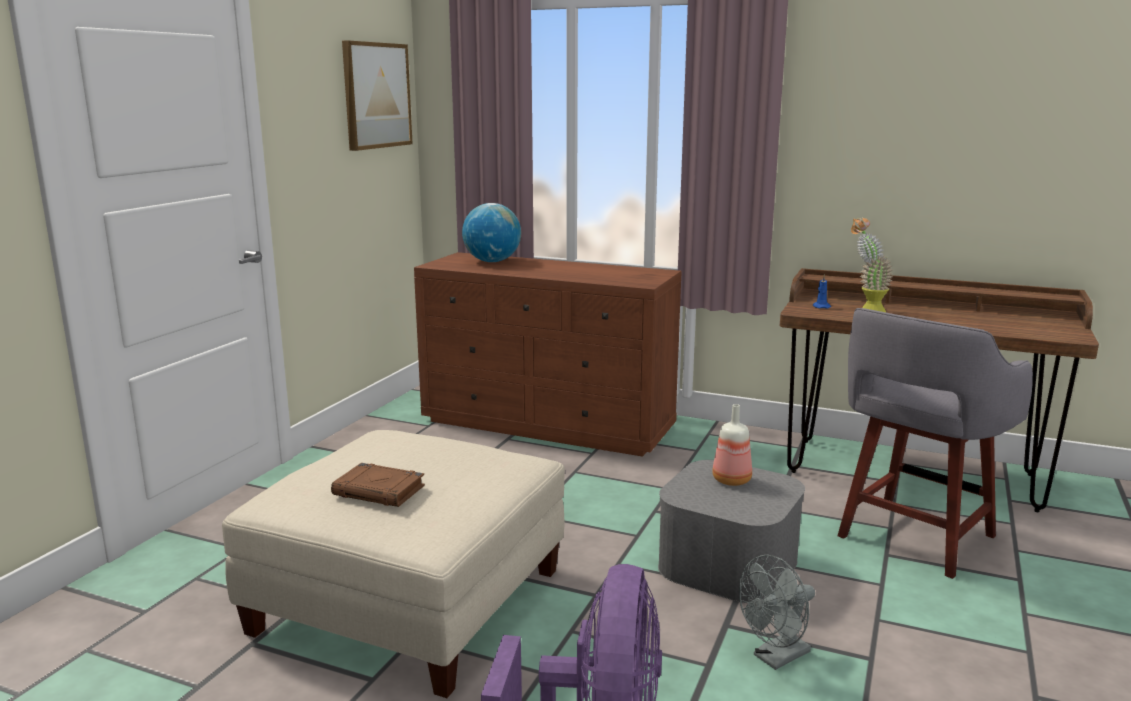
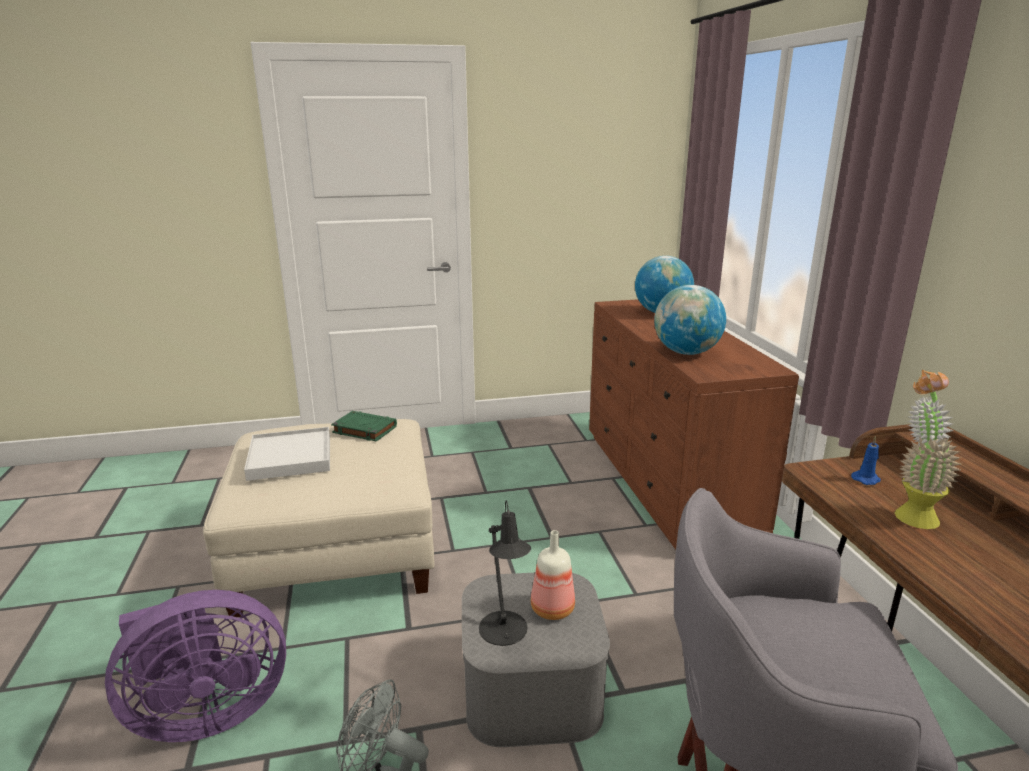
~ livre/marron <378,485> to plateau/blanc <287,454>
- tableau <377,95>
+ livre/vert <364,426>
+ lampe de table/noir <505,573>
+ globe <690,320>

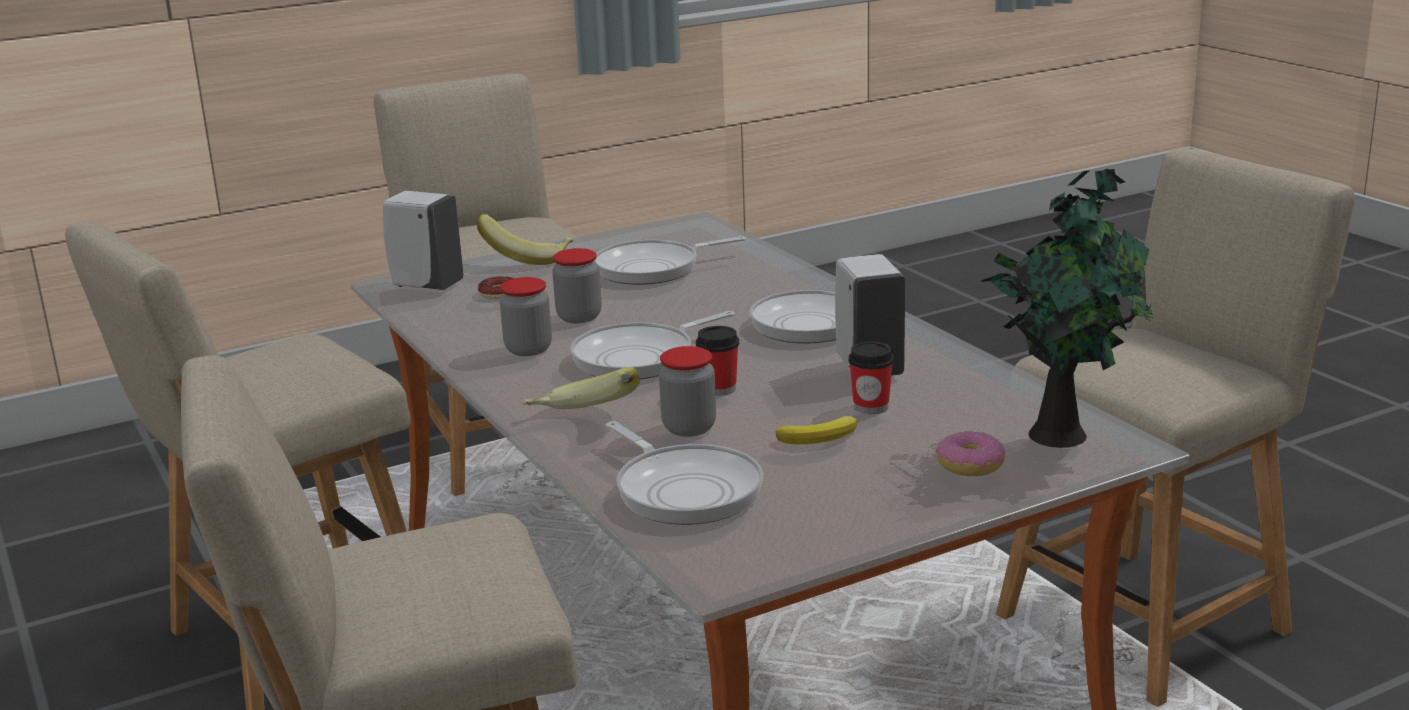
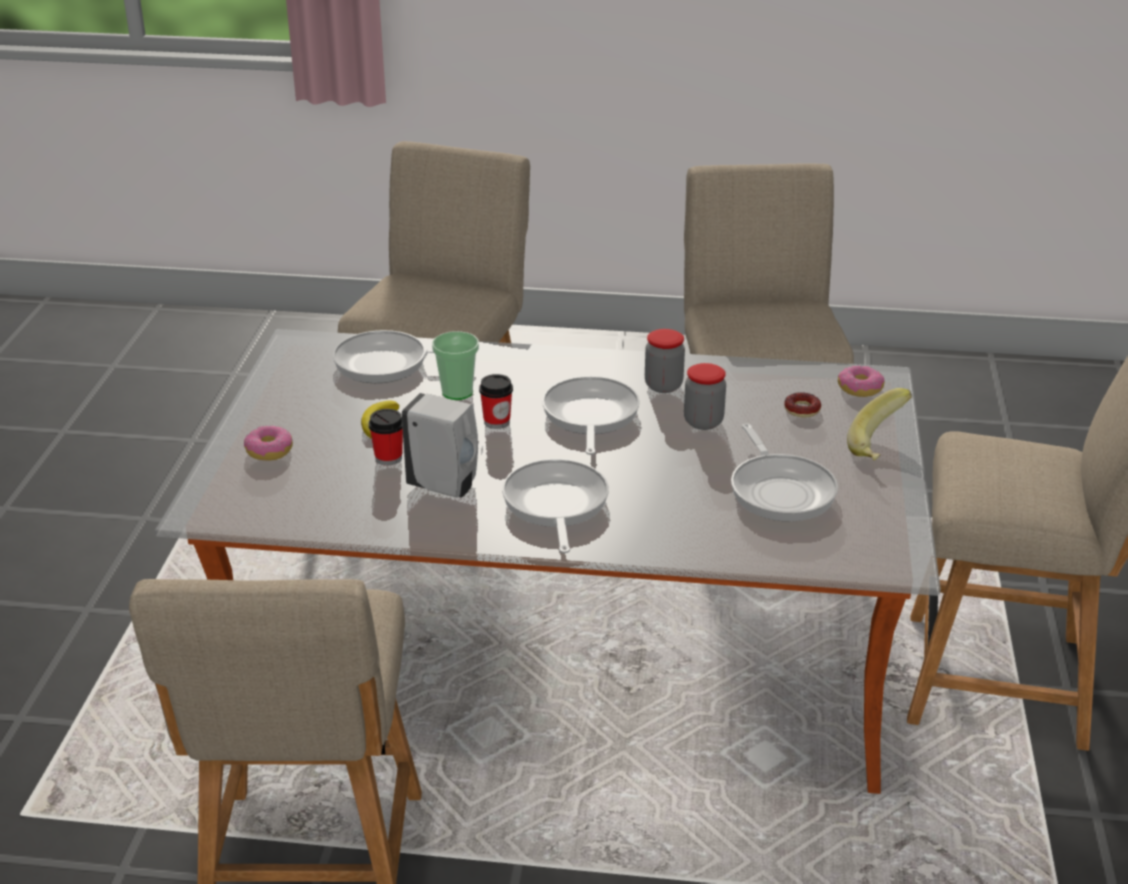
~ distributeur de savon/blanc <423,240> to beignet <861,381>
- banane <581,388>
~ poêle <670,260> = <784,472> 150 degrees clockwise
~ bocal <687,391> to tasse <455,365>
- plante en pot <1067,308>

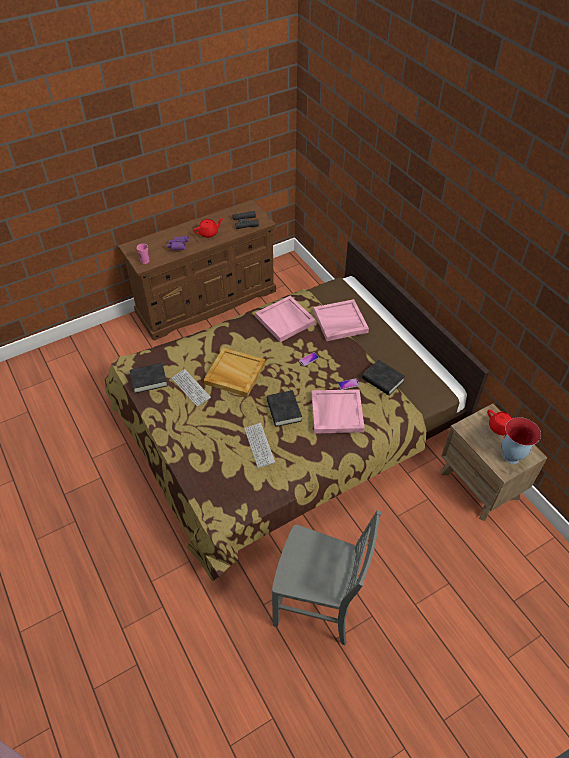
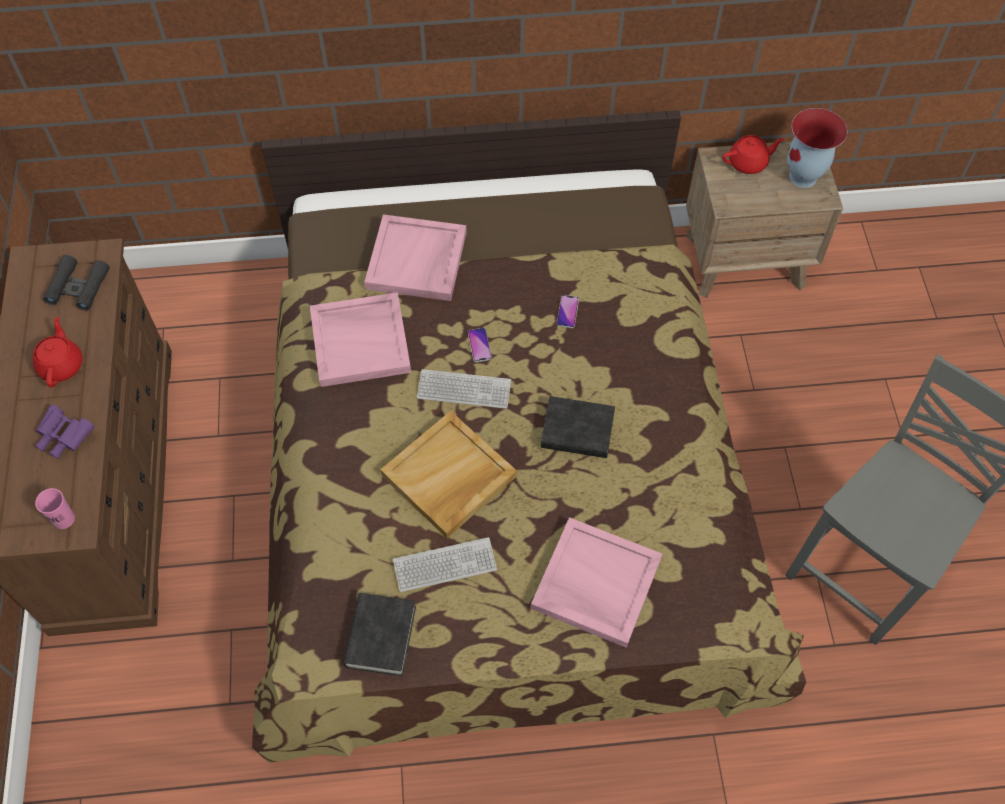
~ clavier <259,445> to <464,389>
~ plateau/rose <338,411> to <596,582>
- livre/noir <383,378>

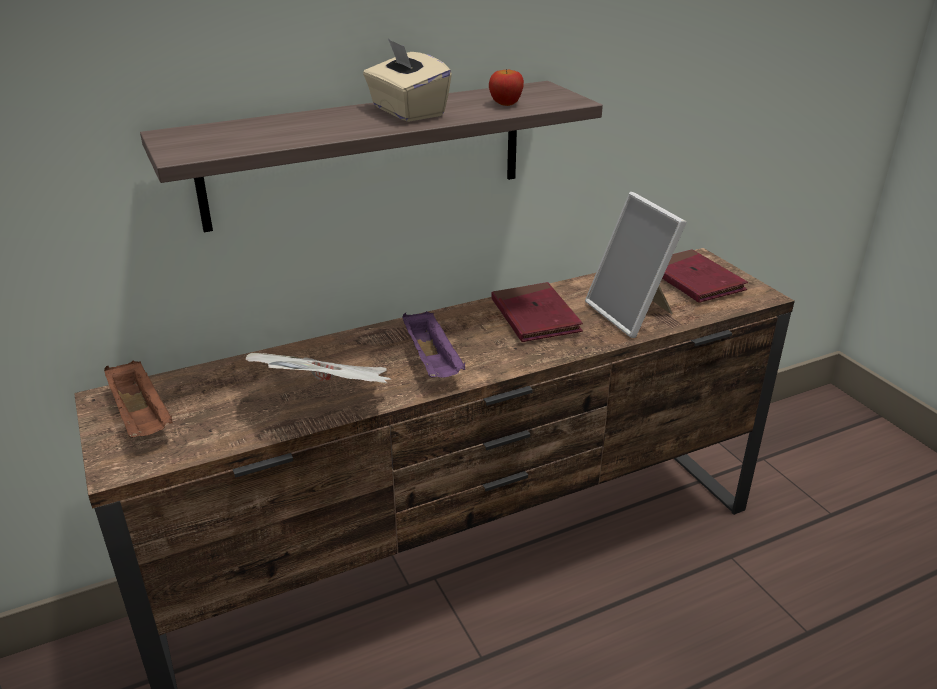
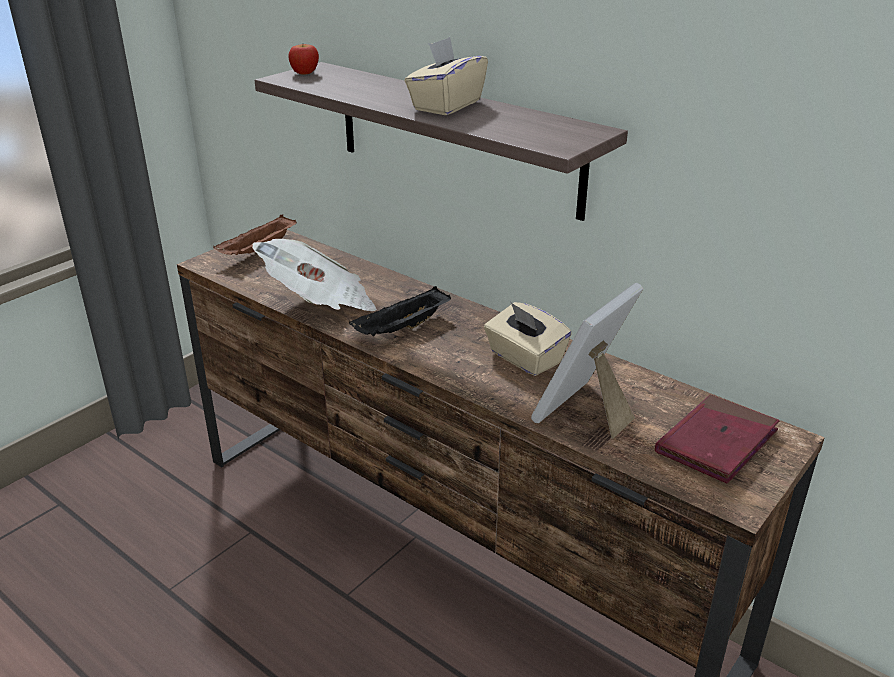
~ plateau/violet <433,344> to plateau/noir <400,311>
~ pomme <506,87> to <303,59>
~ livre/rouge <537,312> to boîte à mouchoirs/beige <528,339>

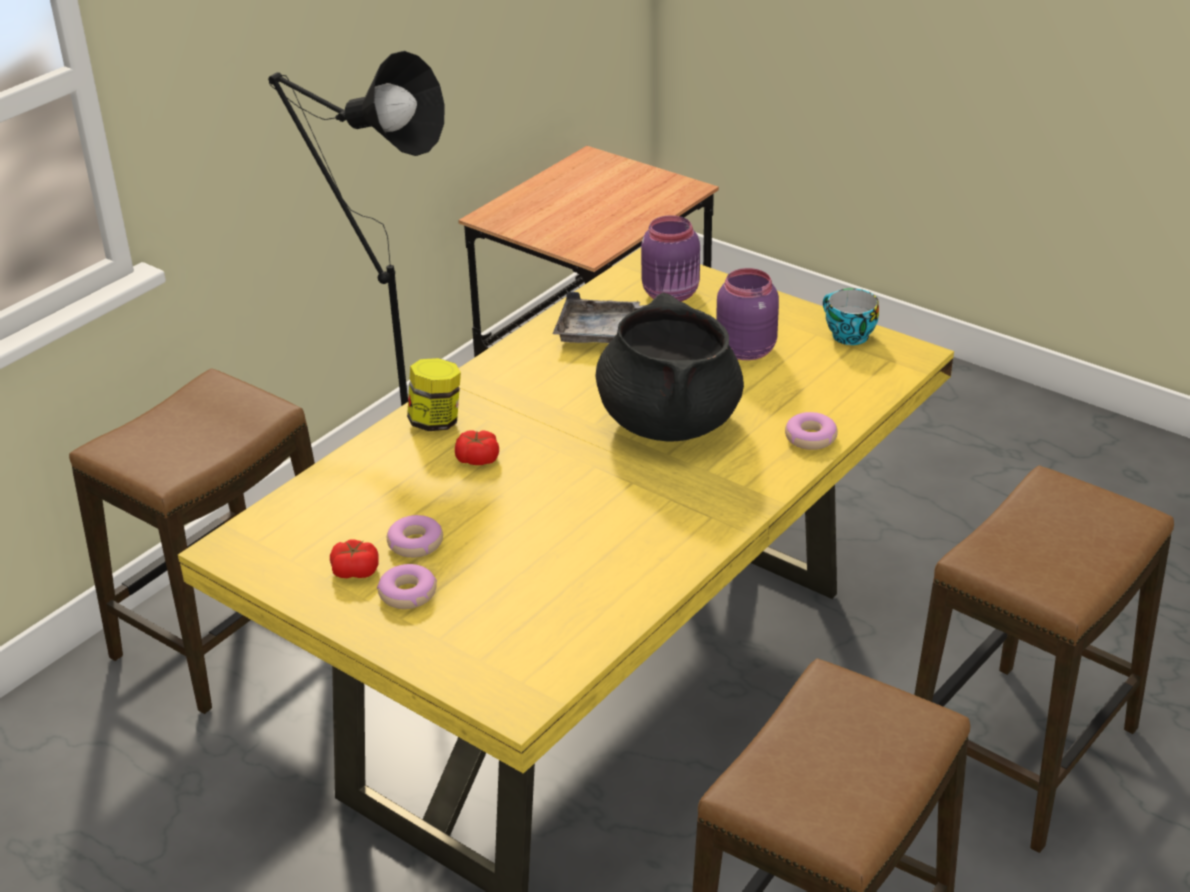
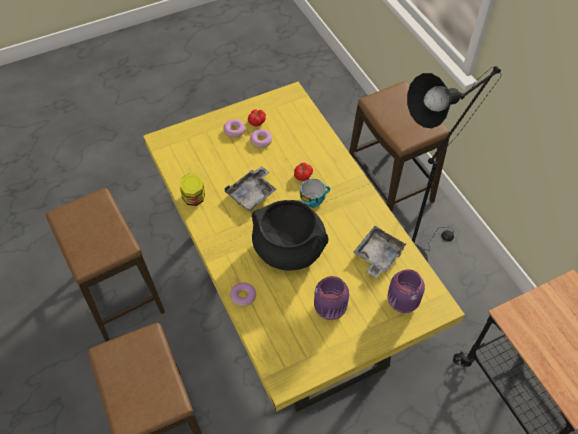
~ bocal <434,394> to <192,190>
~ tasse <851,316> to <315,193>
+ plateau/gris <250,189>

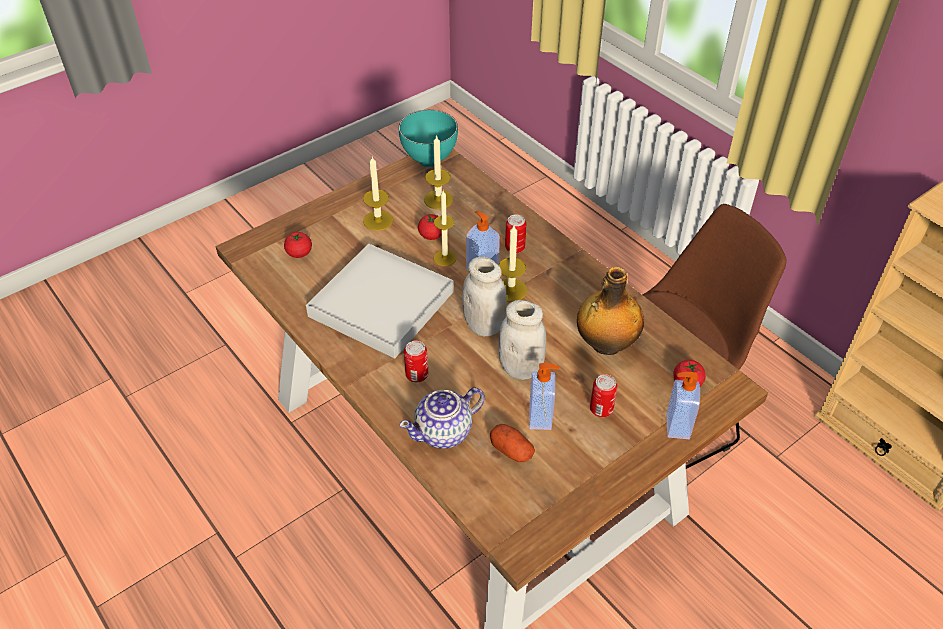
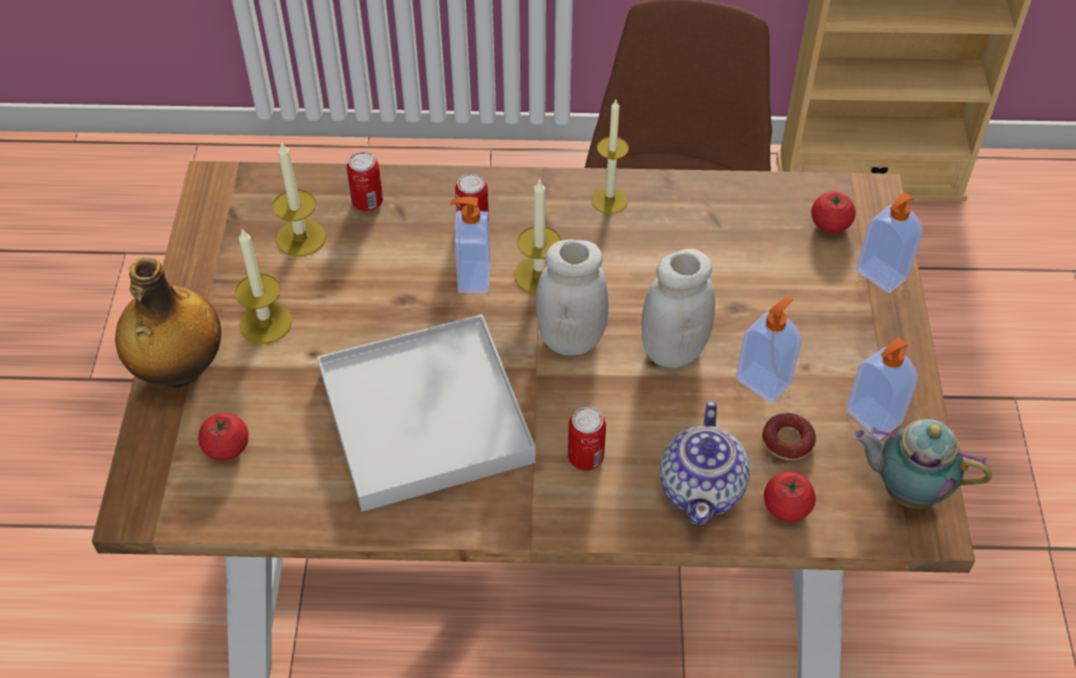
- bol/turquoise <428,138>
~ tomate <429,227> to <790,497>
~ bougie <445,228> to <610,157>
~ pomme de terre <512,443> to beignet <789,436>
~ bouteille <610,311> to <168,322>
~ boîte métallique <604,395> to <365,181>
+ distributeur de savon <882,388>
+ théière <922,464>

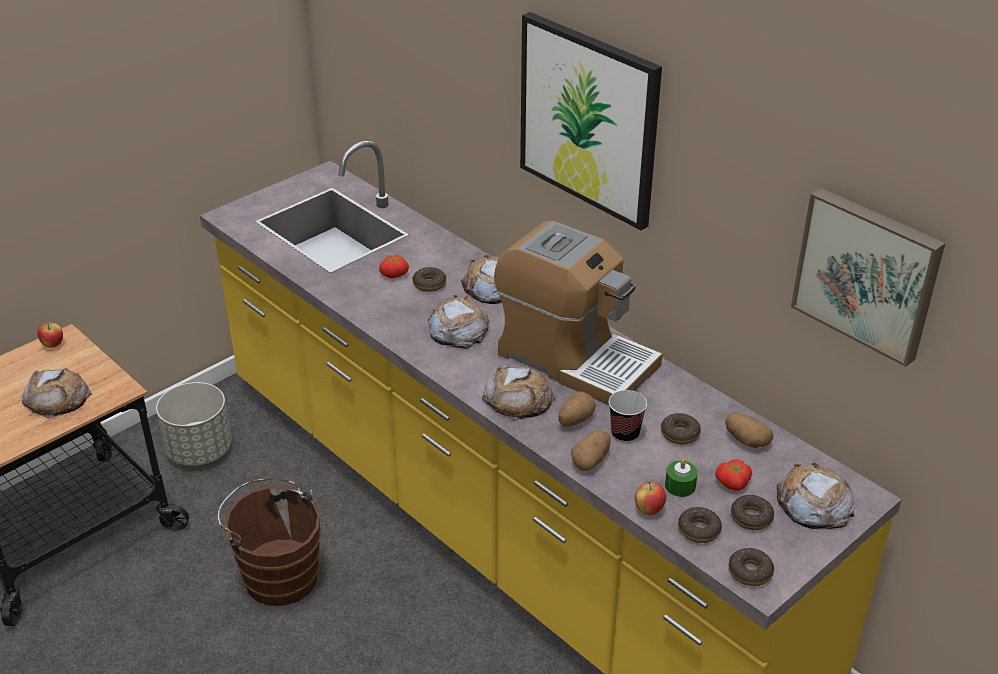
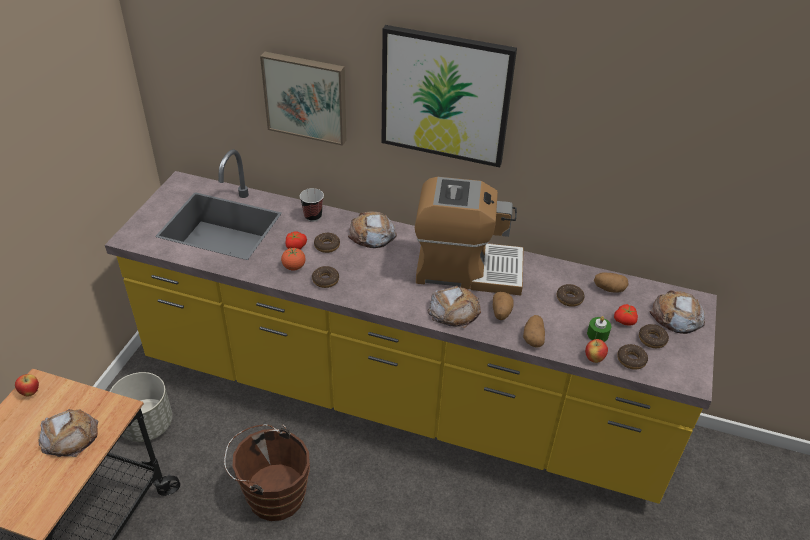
- pain <458,322>
~ tasse <628,416> to <312,205>
~ beignet <751,567> to <325,277>
~ tableau <868,277> to <303,99>
+ tomate <293,259>

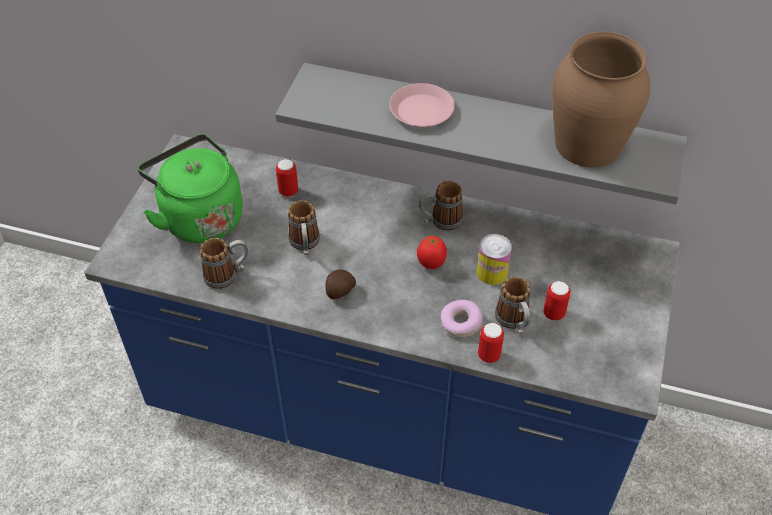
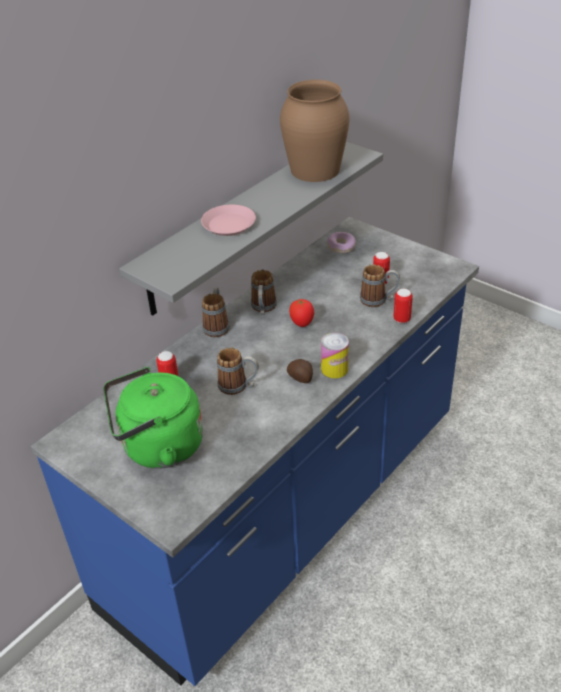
~ mug <224,263> to <215,312>
~ beignet <462,318> to <341,242>
~ boîte métallique <494,259> to <335,356>

